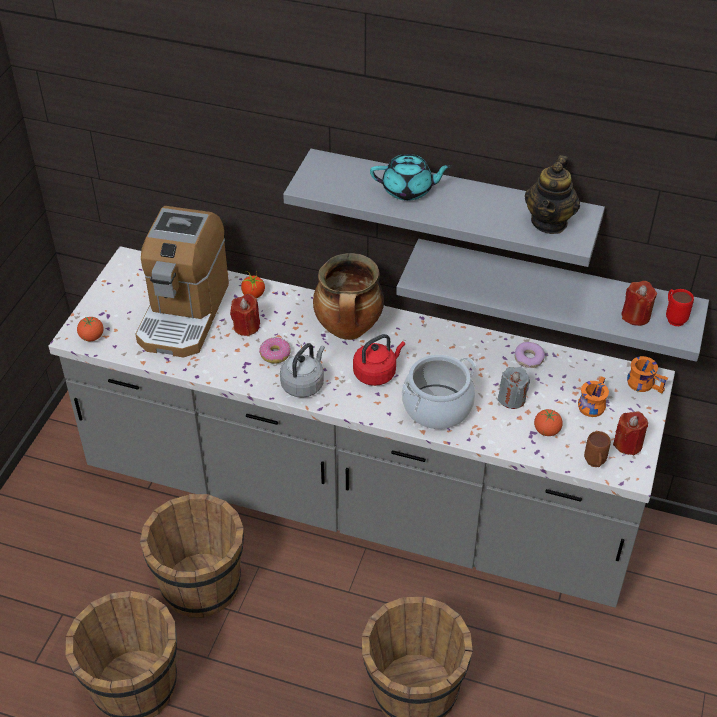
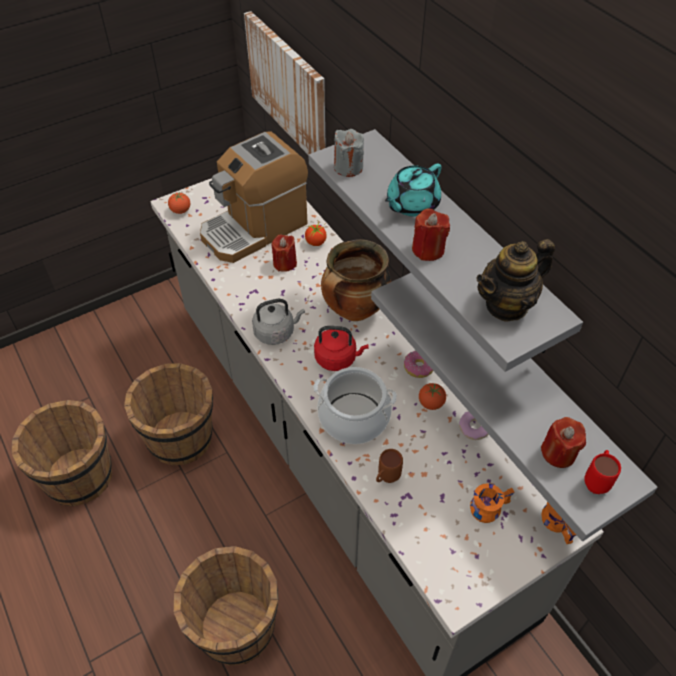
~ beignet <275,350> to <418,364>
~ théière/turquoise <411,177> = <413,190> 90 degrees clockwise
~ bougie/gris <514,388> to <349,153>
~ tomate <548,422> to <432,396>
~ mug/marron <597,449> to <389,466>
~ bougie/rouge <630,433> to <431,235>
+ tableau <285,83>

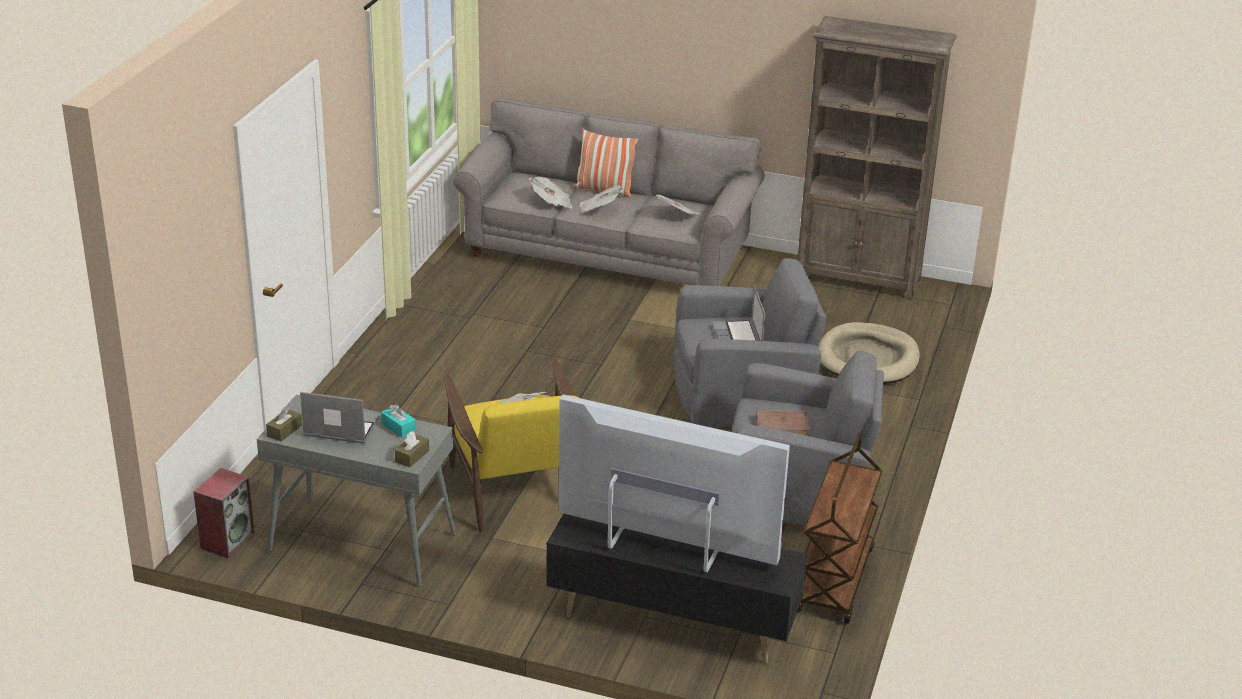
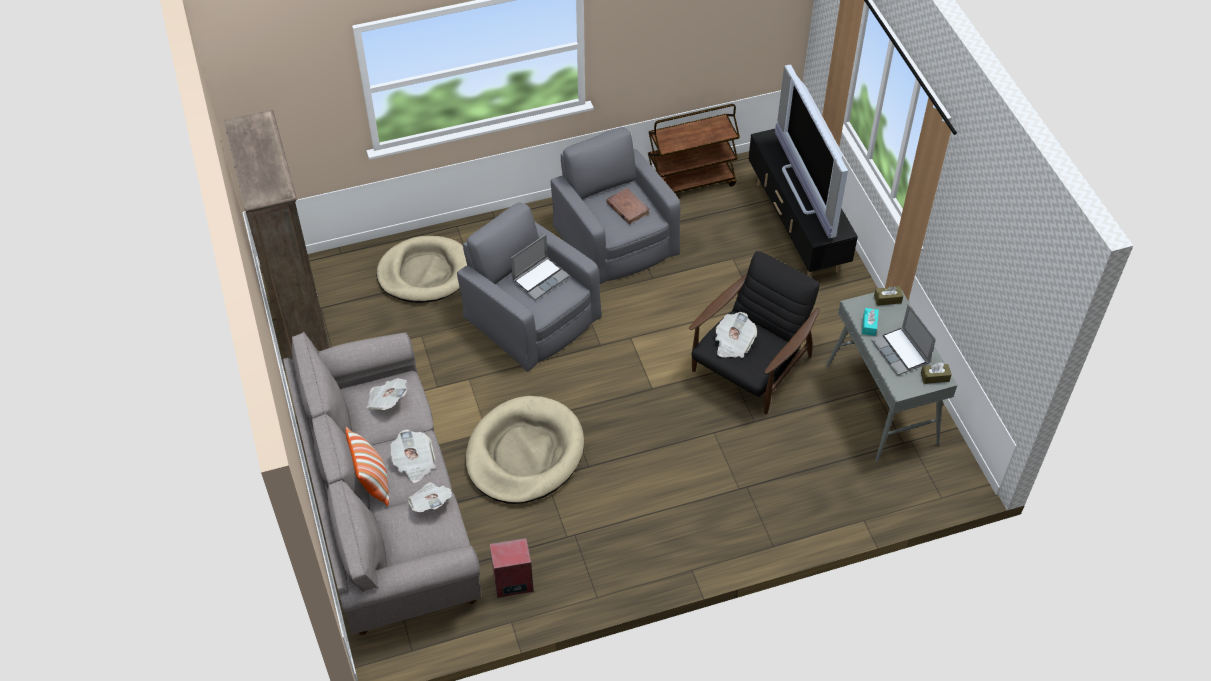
~ enceinte <224,513> to <512,568>
~ fauteuil/jaune <511,445> to fauteuil/noir <754,332>
+ panier pour chien/beige <524,450>

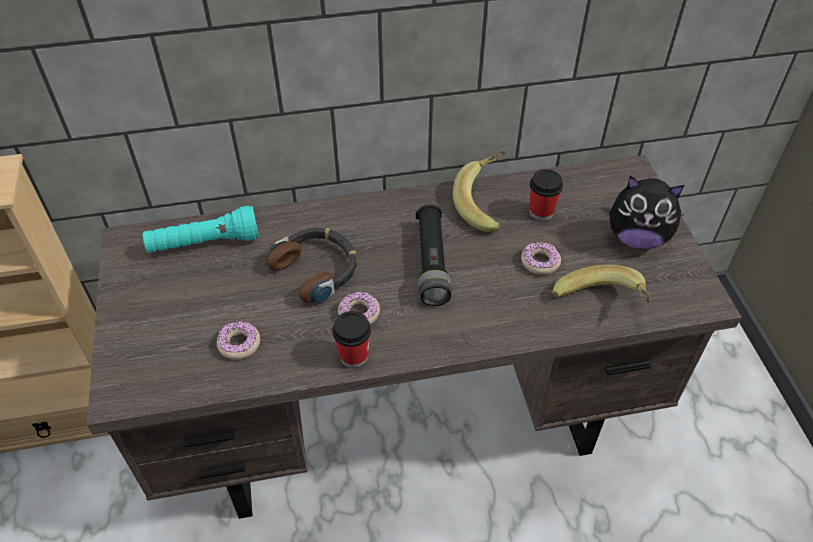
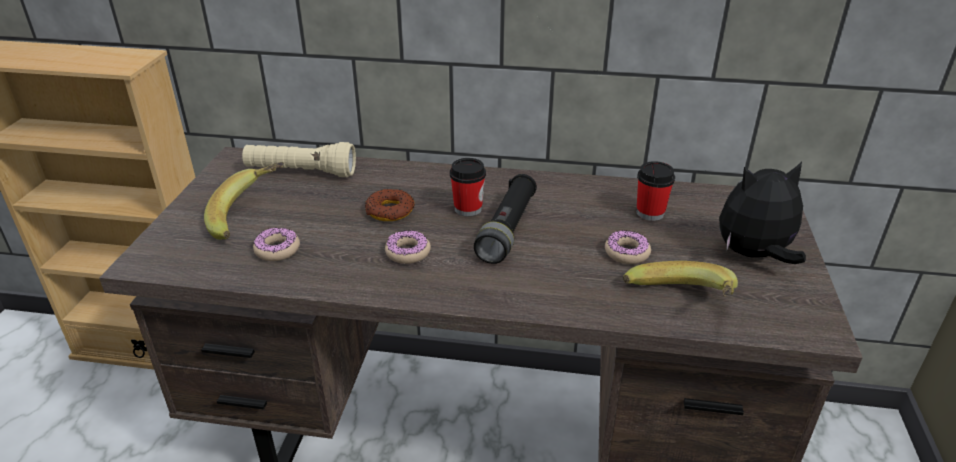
~ lampe de poche/turquoise <201,229> to lampe de poche/beige <299,159>
~ casque audio <311,265> to beignet <390,205>
~ tasse <351,339> to <468,187>
~ banane <480,191> to <244,201>
~ peluche <647,212> = <762,213> 135 degrees clockwise

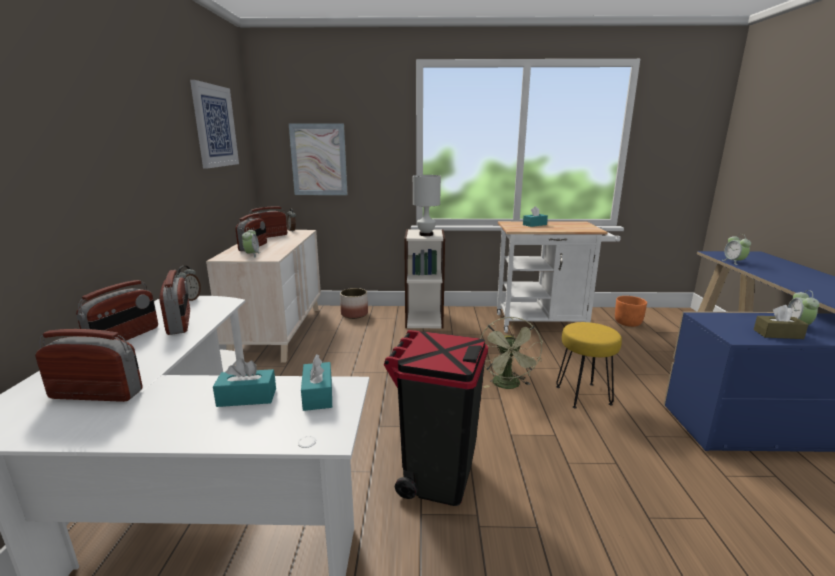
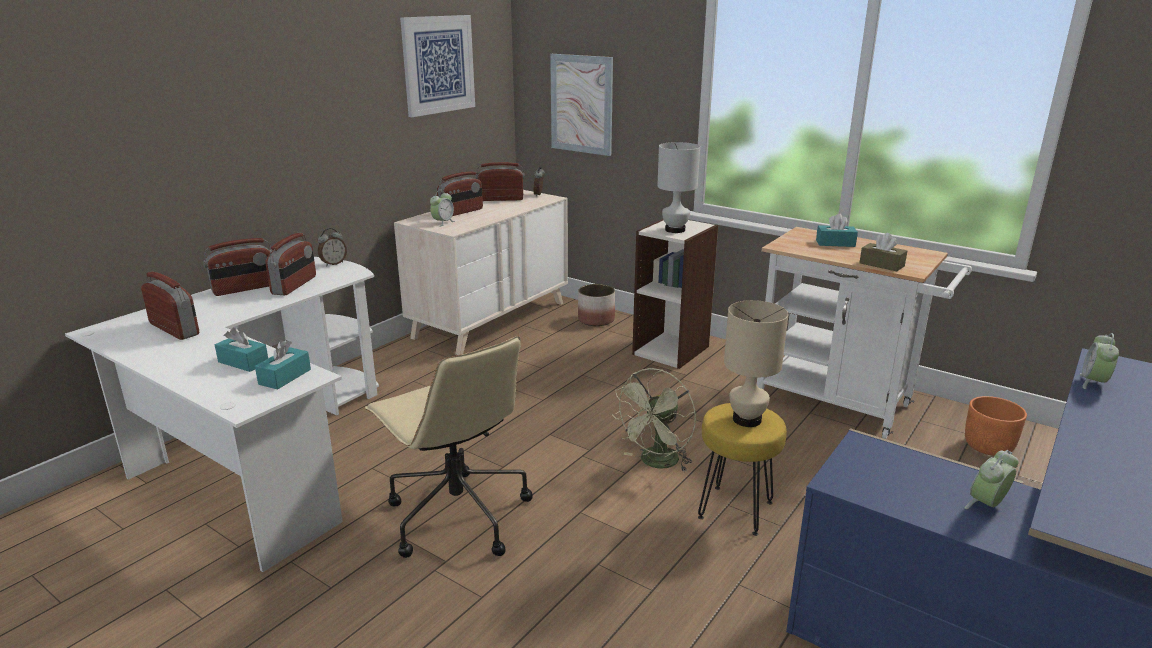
~ poubelle/noir <436,418> to chaise de bureau/beige <449,447>
~ boîte à mouchoirs/marron <781,322> to <883,252>
+ lampe de table/beige <756,363>

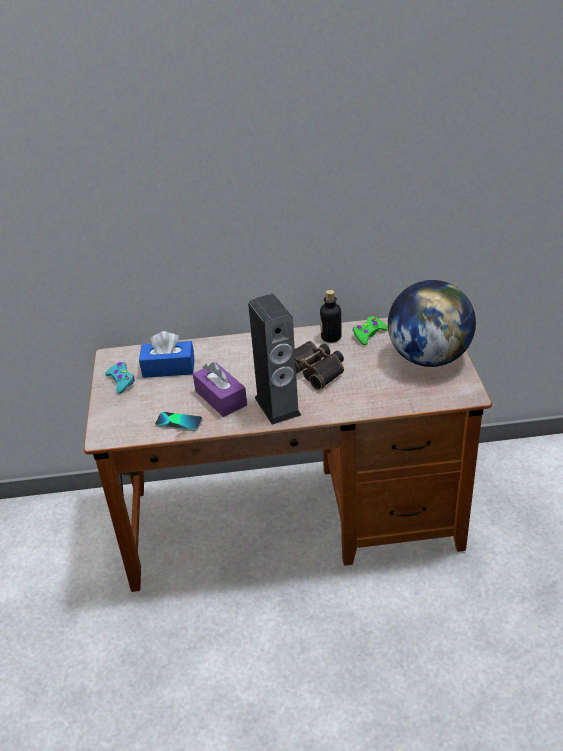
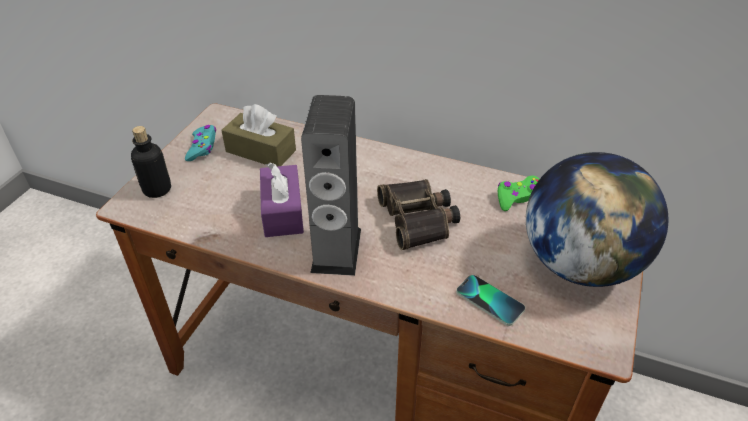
~ boîte à mouchoirs/bleu <167,354> to boîte à mouchoirs/marron <258,135>
~ téléphone <179,421> to <490,300>
~ bouteille <331,316> to <151,162>

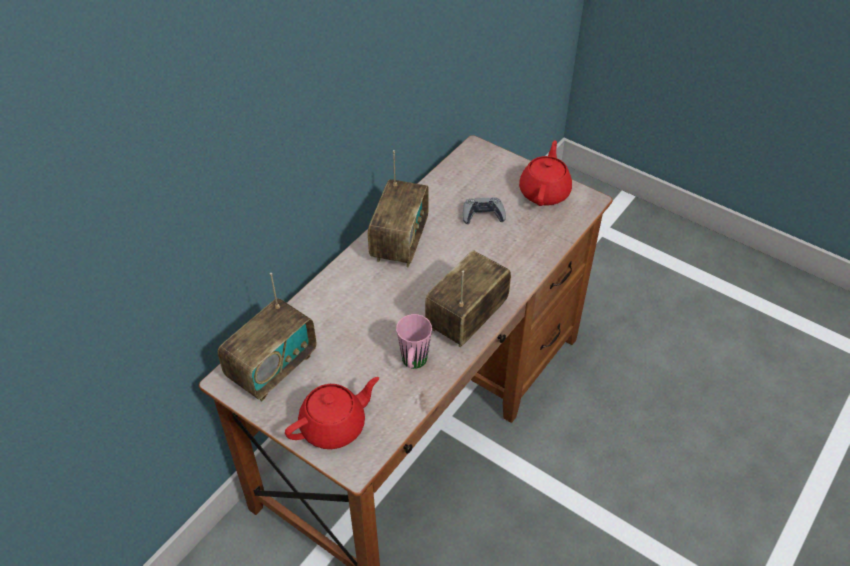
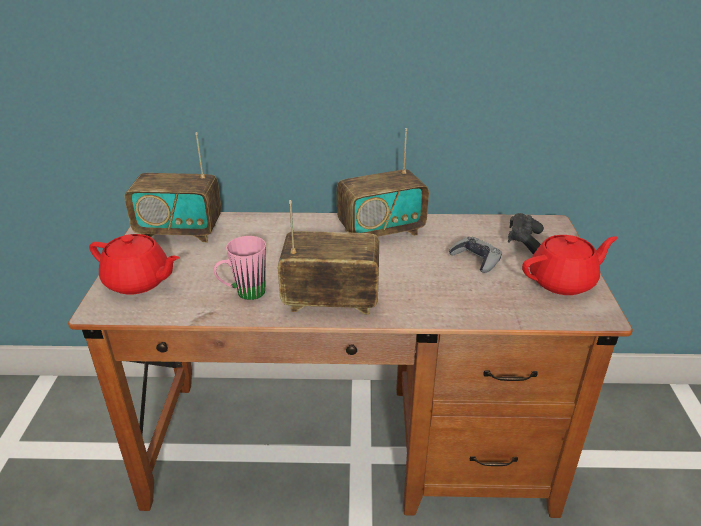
+ manette/noir <526,233>

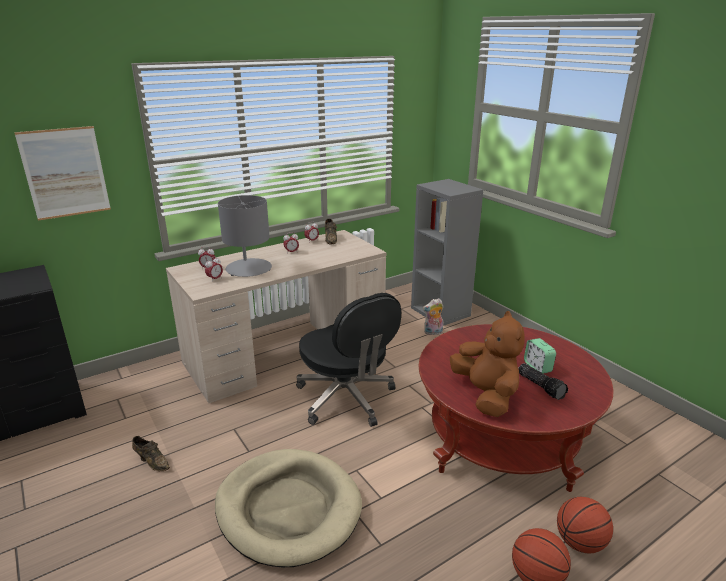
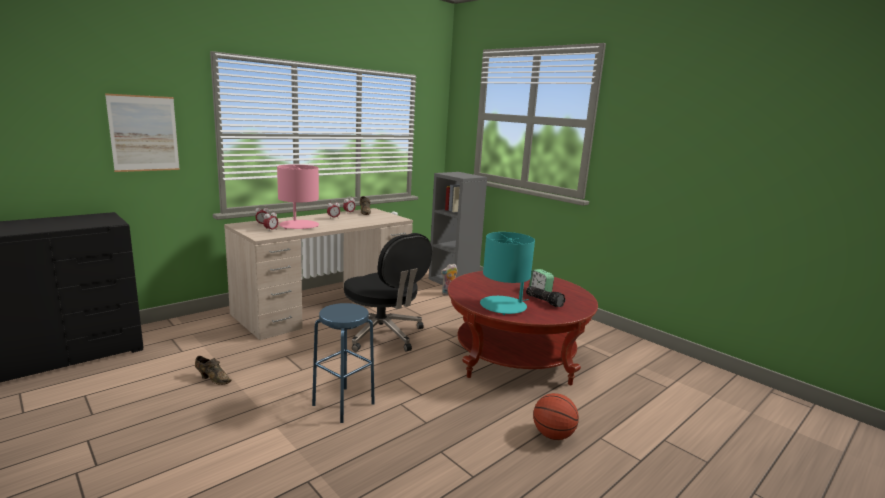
~ panier pour chien/beige <288,508> to tabouret/bleu <343,363>
~ lampe de table/gris <245,236> to lampe de table/rose <298,196>
~ peluche/marron <487,364> to lampe de table/turquoise <507,273>
- ballon de basket <585,525>

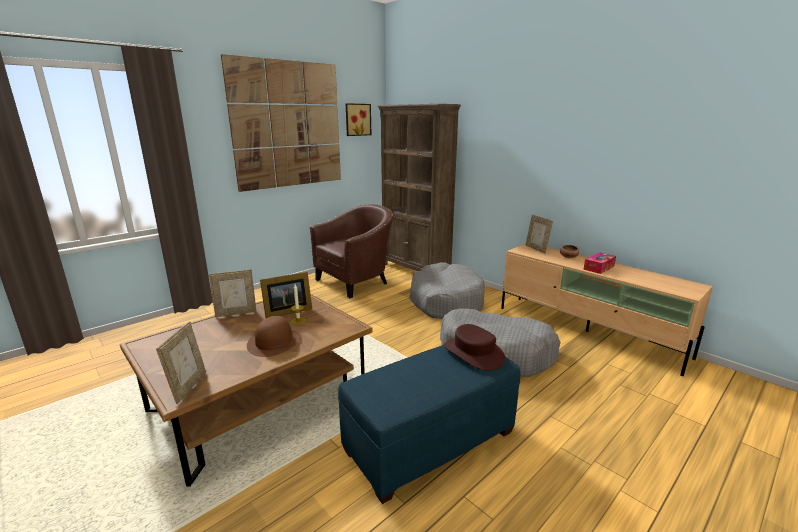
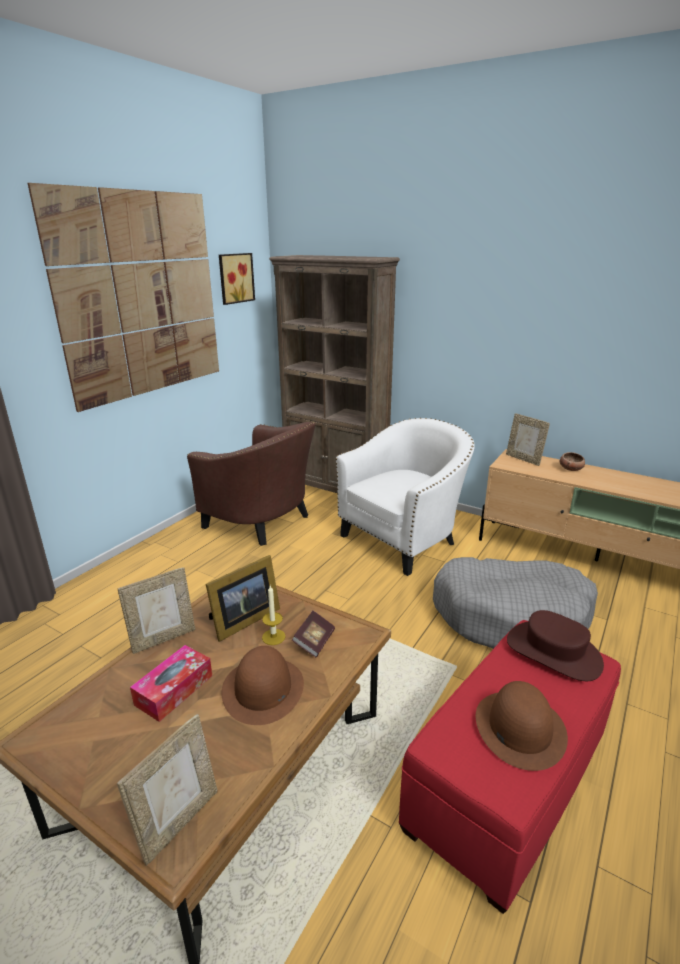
~ cadre photo <181,362> = <167,790> 45 degrees clockwise
~ fauteuil/marron <352,251> = <251,483> 90 degrees clockwise
~ pouf/bleu <429,424> to pouf/rouge <510,767>
~ panier pour chien/gris <447,290> to fauteuil/blanc <405,497>
~ boîte à mouchoirs <599,263> to <171,683>
+ livre <313,633>
+ chapeau/marron <522,726>

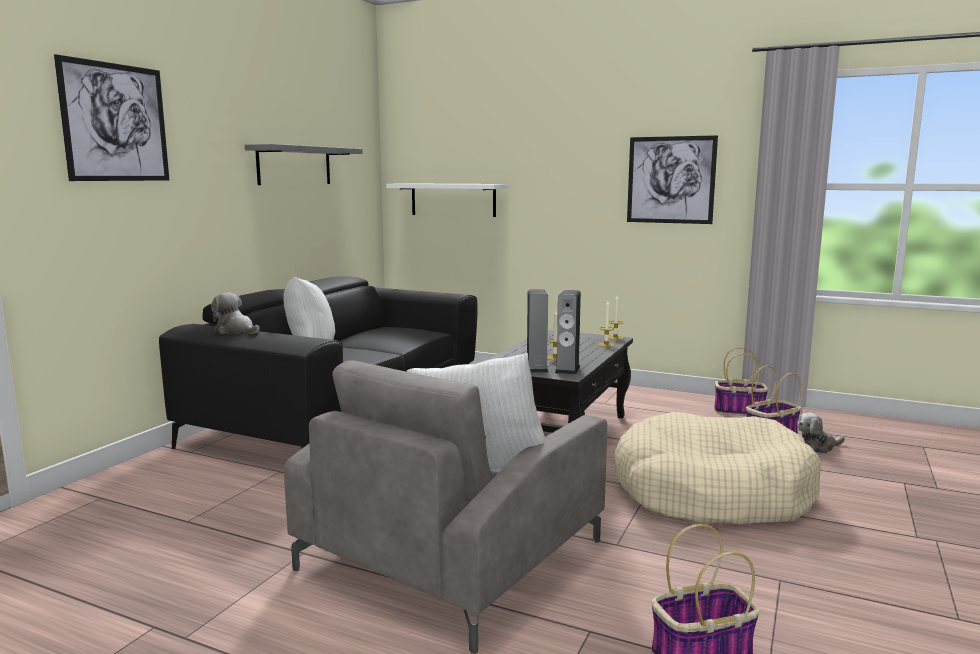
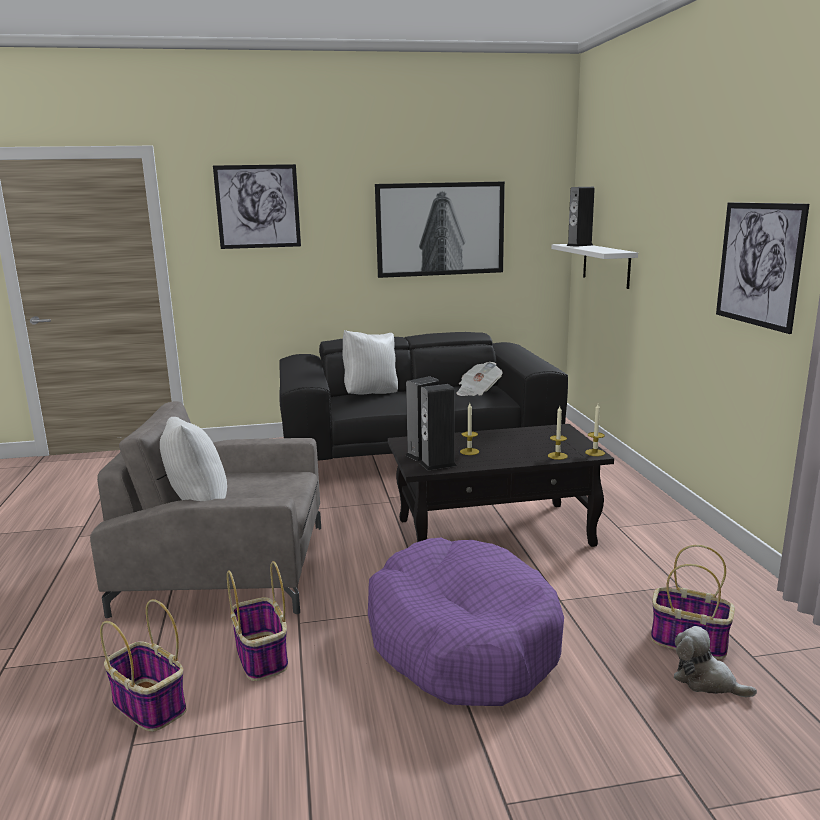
- peluche <235,313>
~ étagère/gris <304,164> to tableau <440,229>
~ panier pour chien/beige <718,468> to panier pour chien/violet <466,622>
~ panier <741,381> to <257,621>
+ journal <479,379>
+ enceinte <580,217>

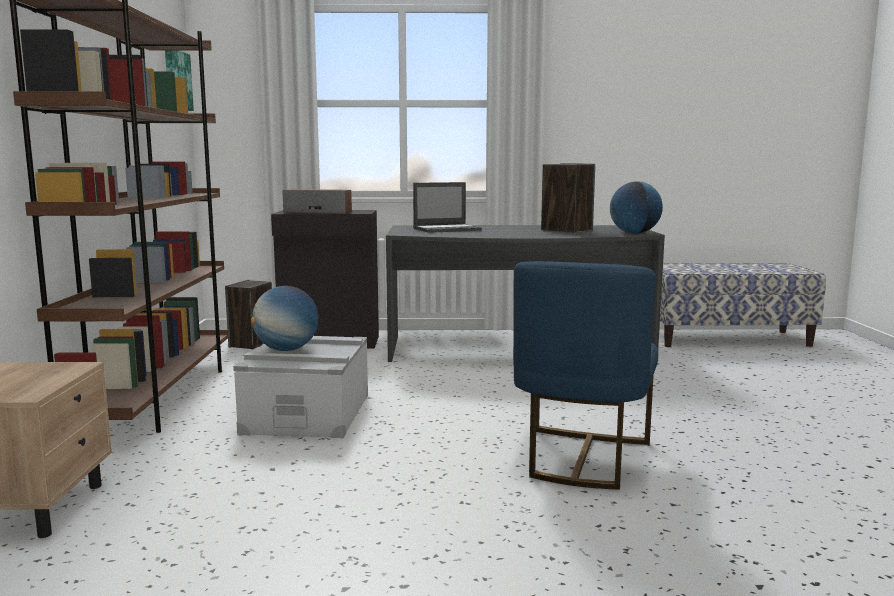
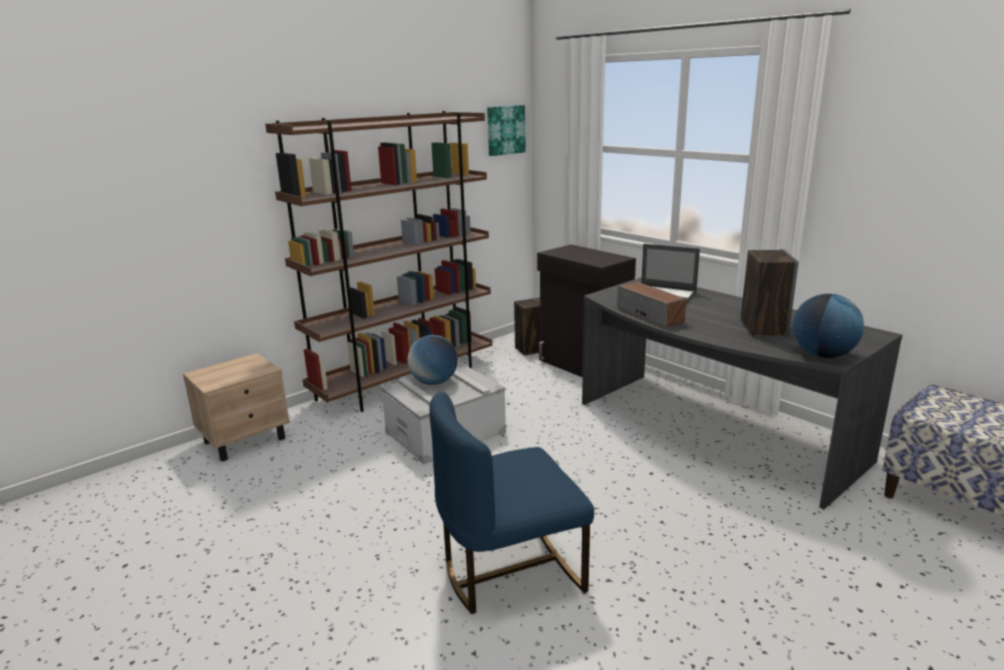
~ enceinte <317,201> to <651,305>

